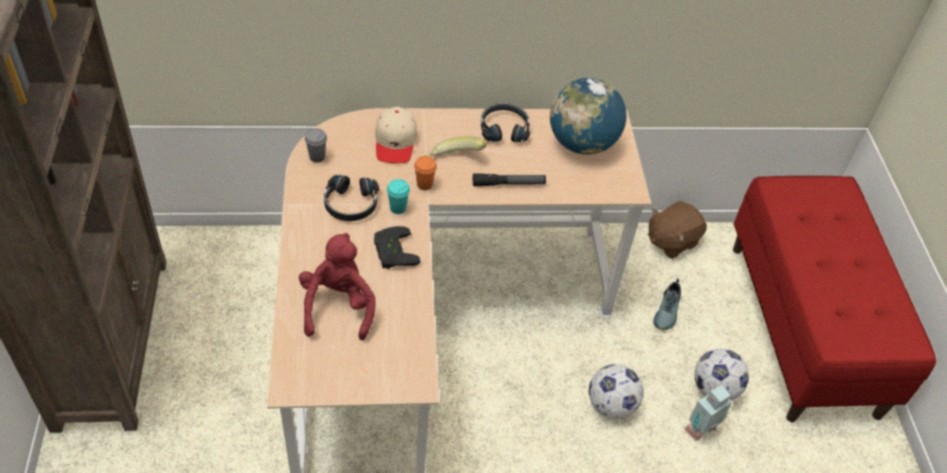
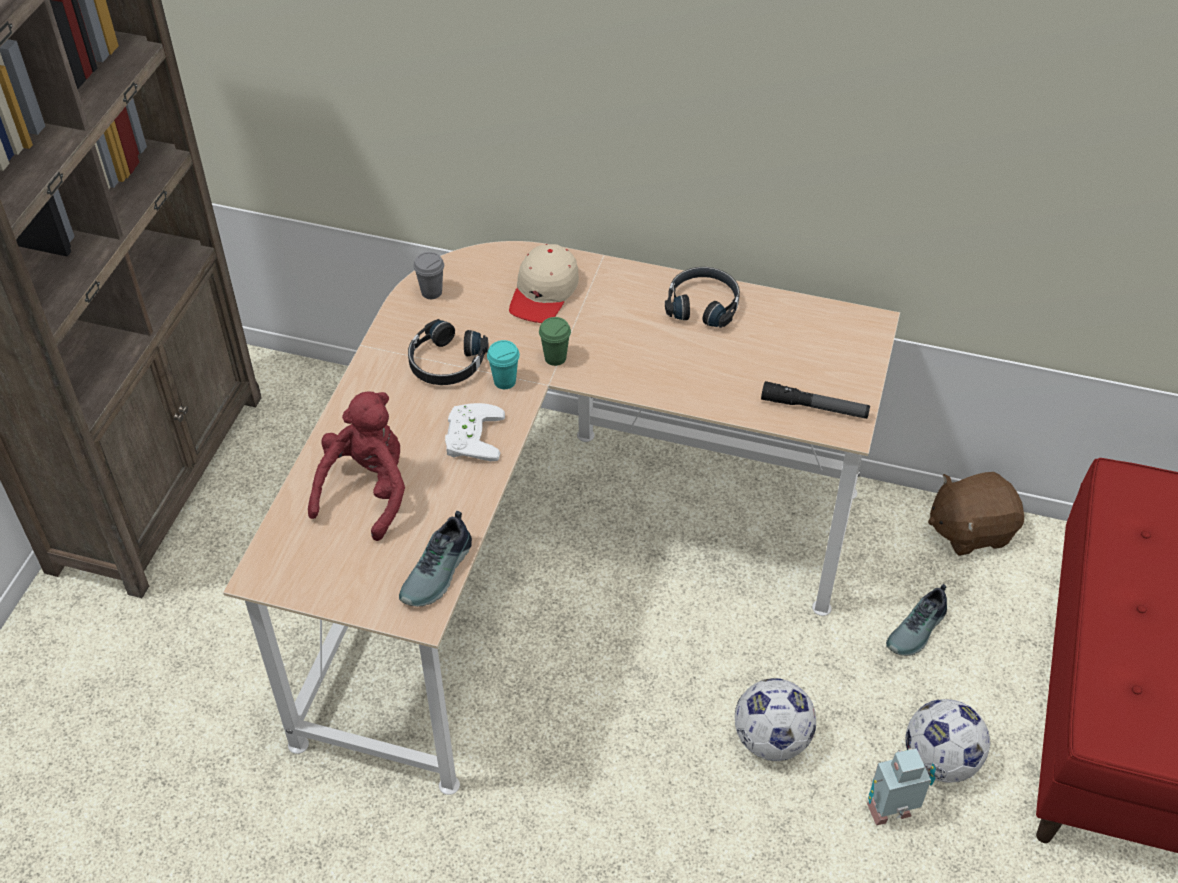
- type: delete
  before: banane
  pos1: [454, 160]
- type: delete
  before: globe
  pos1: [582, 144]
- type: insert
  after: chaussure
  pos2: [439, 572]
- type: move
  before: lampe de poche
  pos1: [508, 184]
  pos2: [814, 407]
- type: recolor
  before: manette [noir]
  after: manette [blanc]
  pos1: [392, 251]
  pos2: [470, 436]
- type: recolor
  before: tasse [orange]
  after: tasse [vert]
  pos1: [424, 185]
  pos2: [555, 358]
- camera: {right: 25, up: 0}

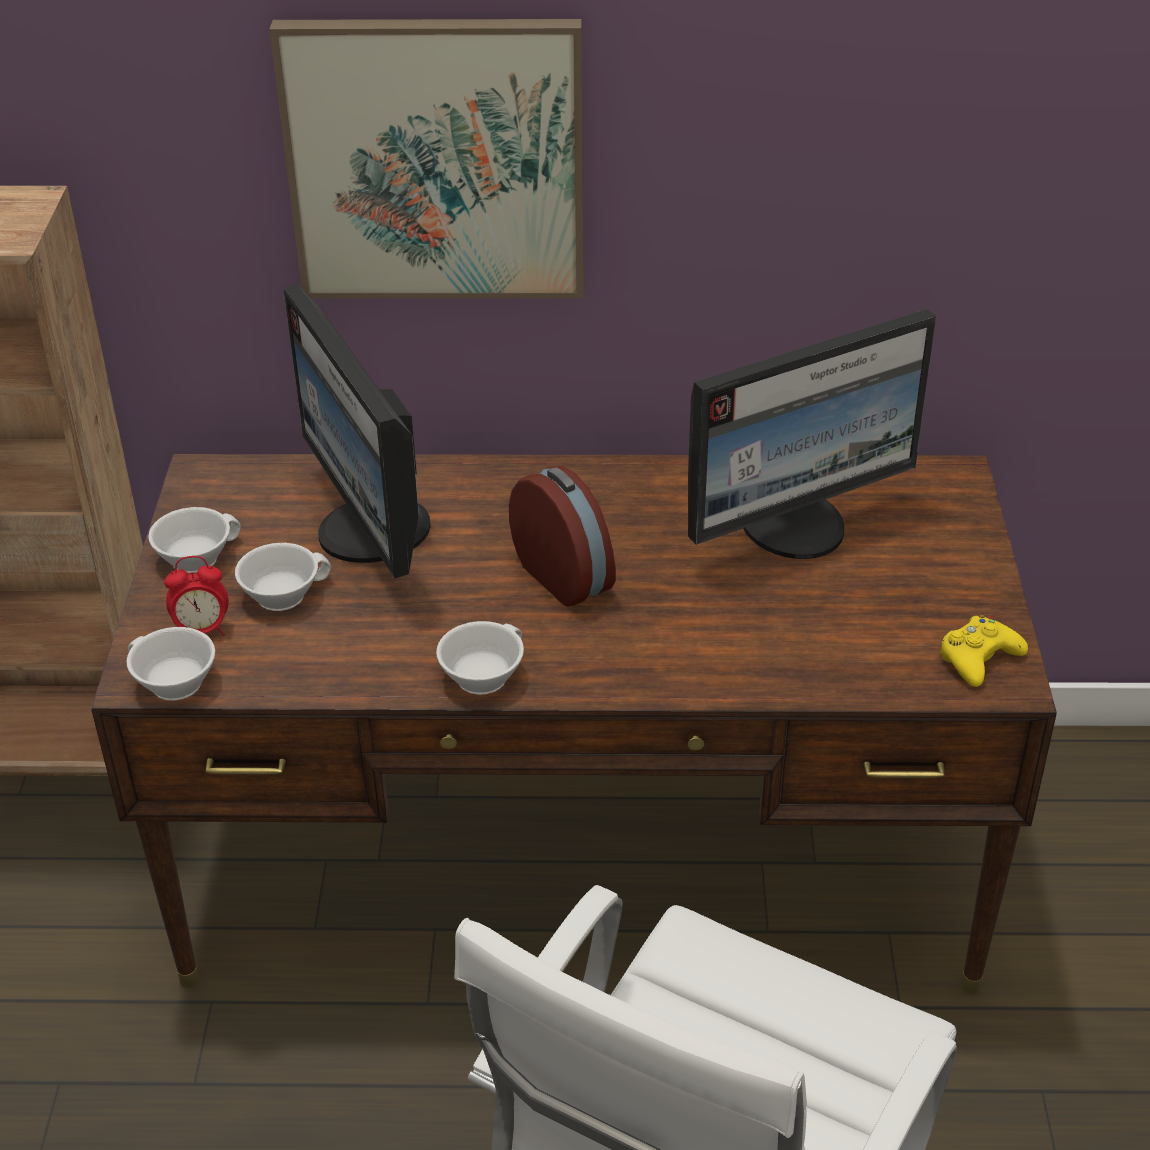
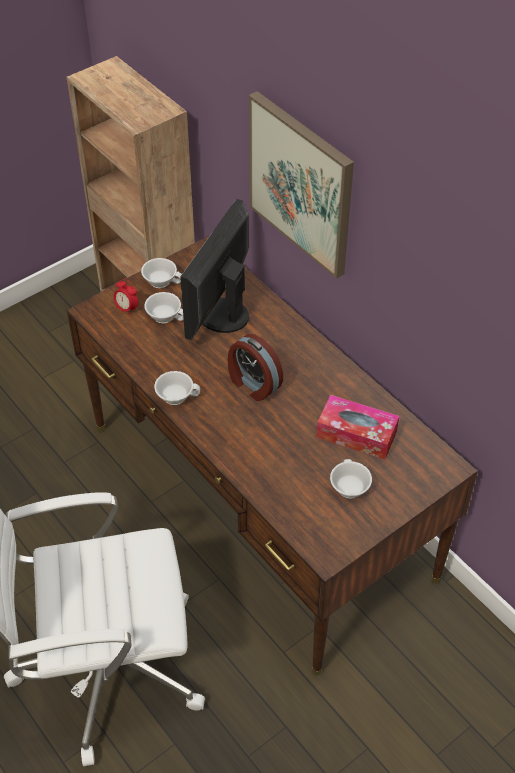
- type: delete
  before: manette [jaune]
  pos1: [978, 658]
- type: move
  before: tasse [blanc]
  pos1: [171, 684]
  pos2: [348, 487]
- type: replace
  before: écran d'ordinateur
  after: boîte à mouchoirs
  pos1: [796, 526]
  pos2: [356, 434]
- type: rotate
  before: réveil
  pos1: [566, 575]
  pos2: [253, 384]
  turn: 120
- camera: {right: 50, up: 10}

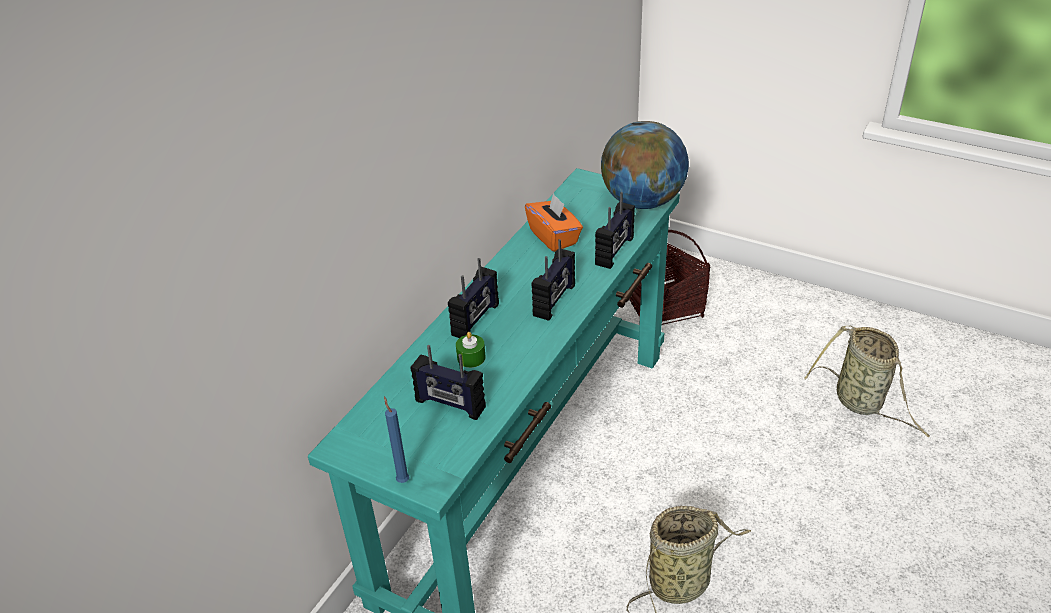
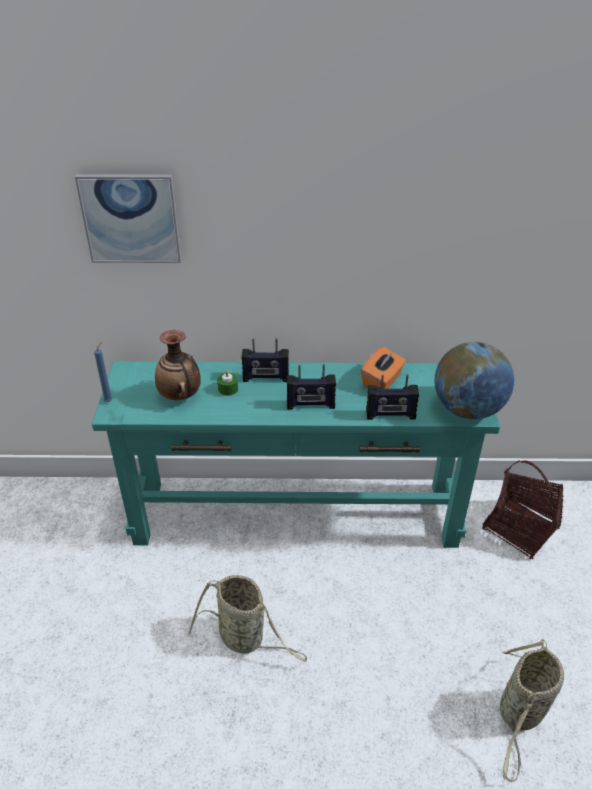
- type: insert
  after: tableau
  pos2: [131, 218]
- type: replace
  before: radio
  after: vase
  pos1: [450, 404]
  pos2: [180, 396]
- camera: {right: 60, up: 0}

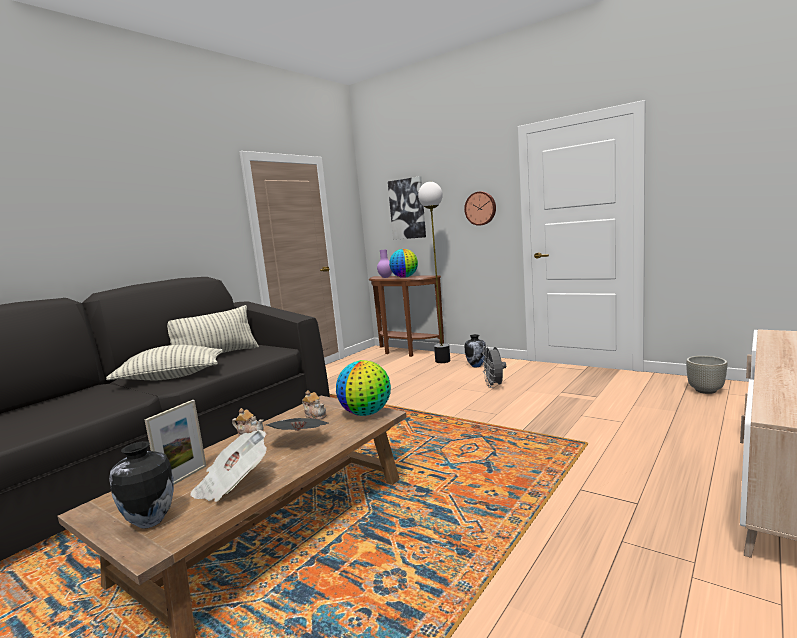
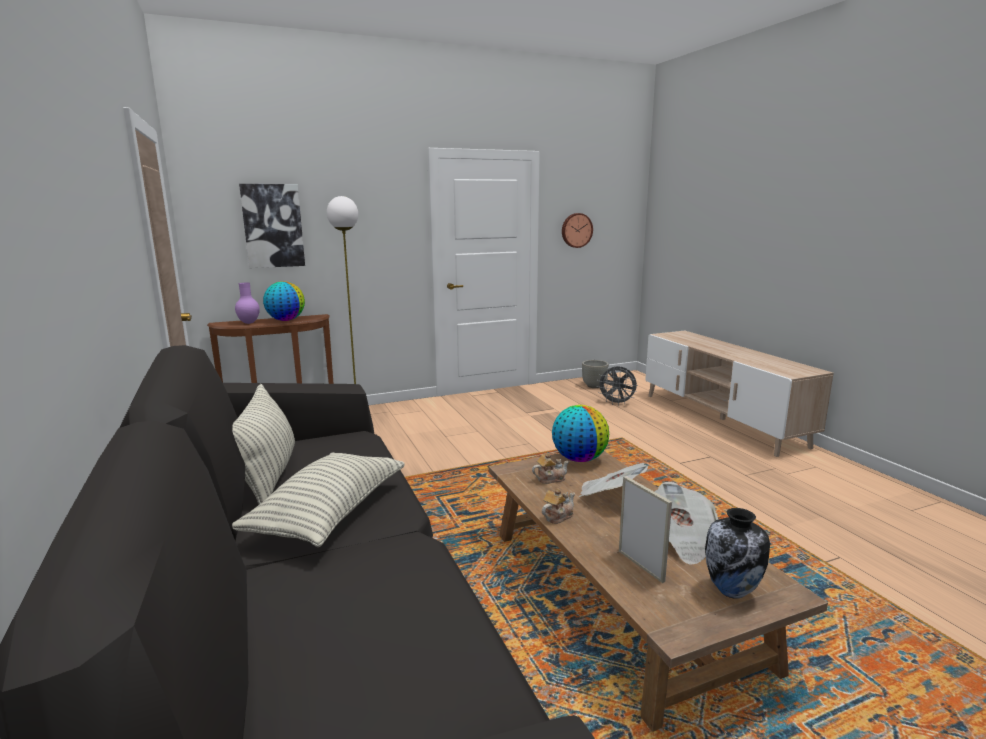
- type: delete
  before: vase
  pos1: [476, 366]
- type: move
  before: horloge murale
  pos1: [480, 208]
  pos2: [576, 230]
- type: move
  before: ventilateur [gris]
  pos1: [494, 386]
  pos2: [617, 403]
- camera: {right: -60, up: 5}

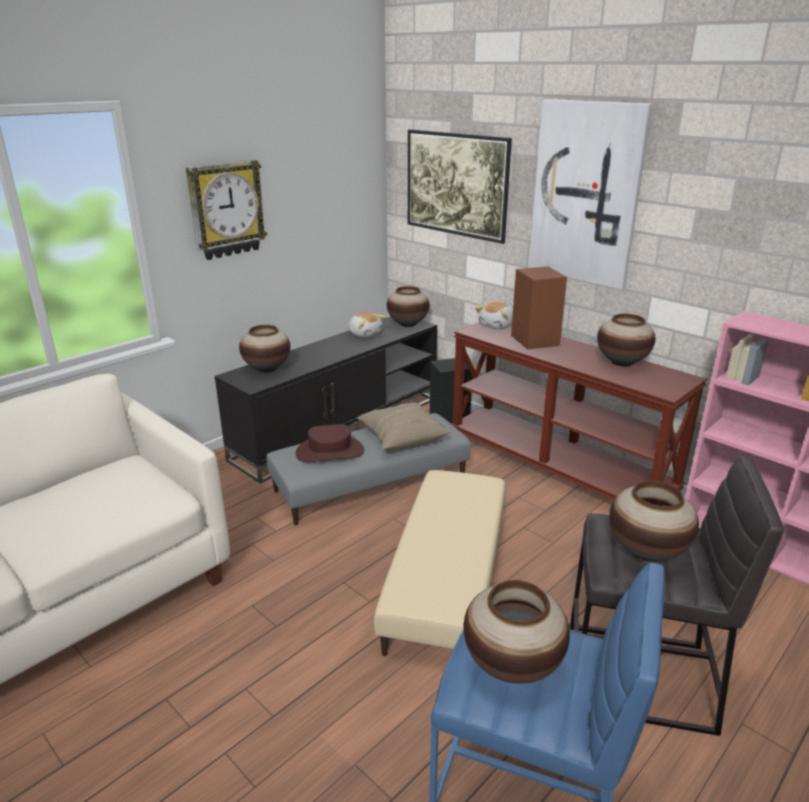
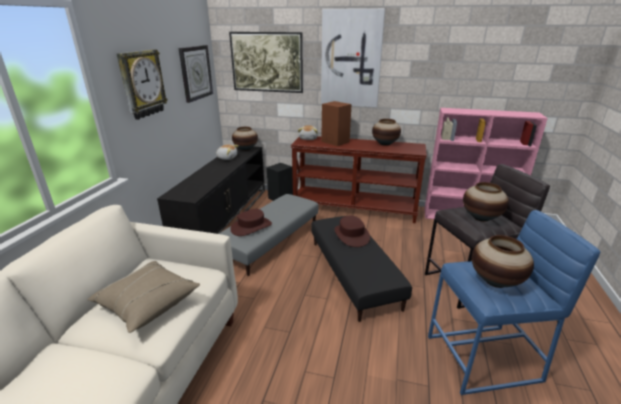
- type: delete
  before: vase
  pos1: [267, 368]
- type: insert
  after: horloge murale
  pos2: [195, 73]
- type: insert
  after: chapeau [marron]
  pos2: [351, 235]
- type: move
  before: coussin [beige]
  pos1: [402, 437]
  pos2: [147, 303]
- type: recolor
  before: pouf [beige]
  after: pouf [noir]
  pos1: [446, 578]
  pos2: [352, 273]
- camera: {right: -30, up: 0}

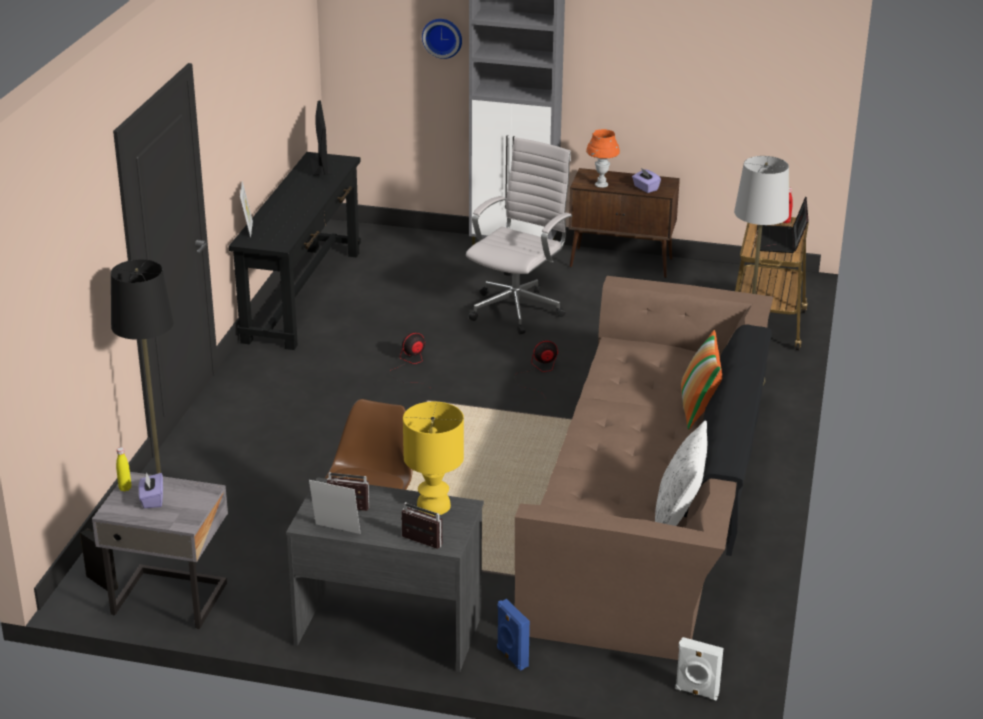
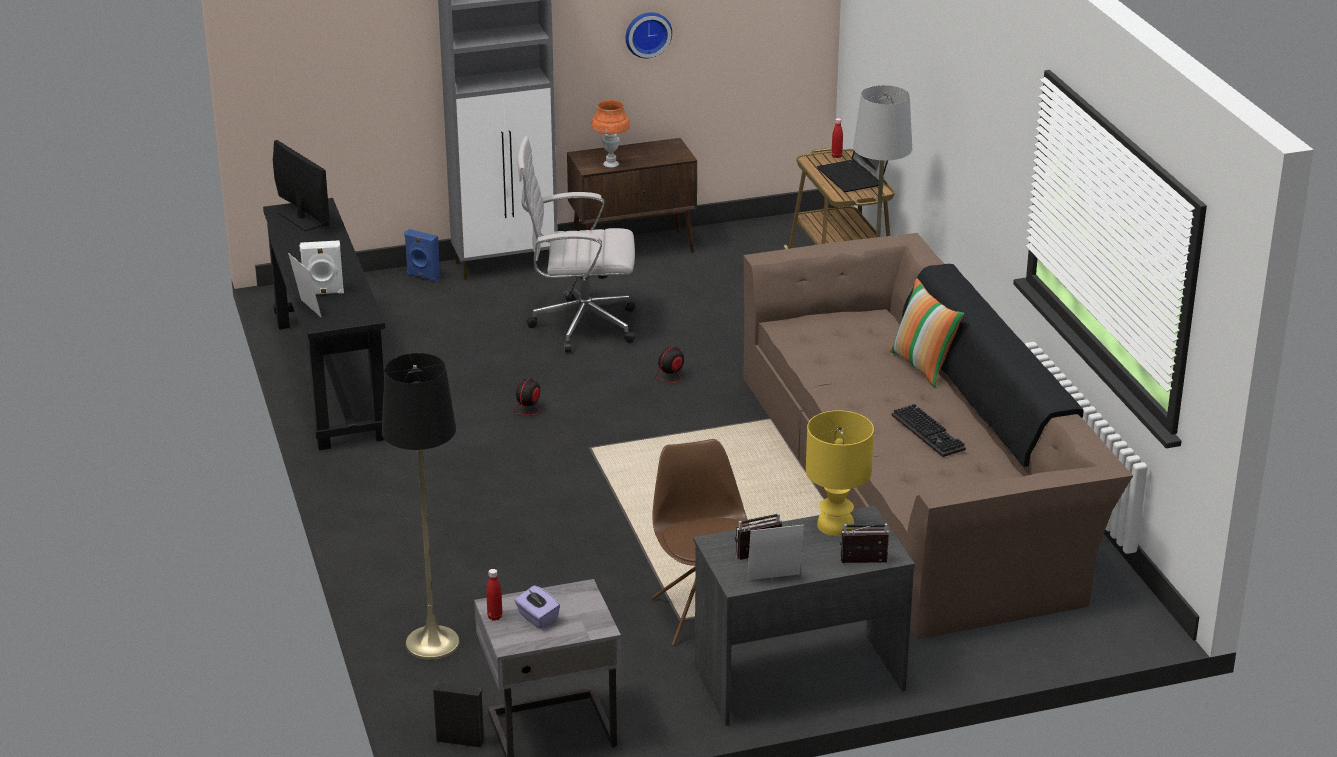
- type: delete
  before: boîte à mouchoirs [violet]
  pos1: [645, 188]
- type: delete
  before: coussin [blanc]
  pos1: [678, 518]
- type: insert
  after: clavier
  pos2: [930, 433]
- type: move
  before: horloge murale
  pos1: [442, 37]
  pos2: [647, 33]
- type: move
  before: enceinte [bleu]
  pos1: [511, 657]
  pos2: [423, 277]
- type: move
  before: enceinte [blanc]
  pos1: [696, 692]
  pos2: [323, 293]
- type: recolor
  before: bouteille [jaune]
  after: bouteille [rouge]
  pos1: [125, 488]
  pos2: [495, 617]
- type: rotate
  before: chaise de bureau [blanc]
  pos1: [518, 308]
  pos2: [579, 326]
  turn: -90
- camera: {right: -30, up: 0}

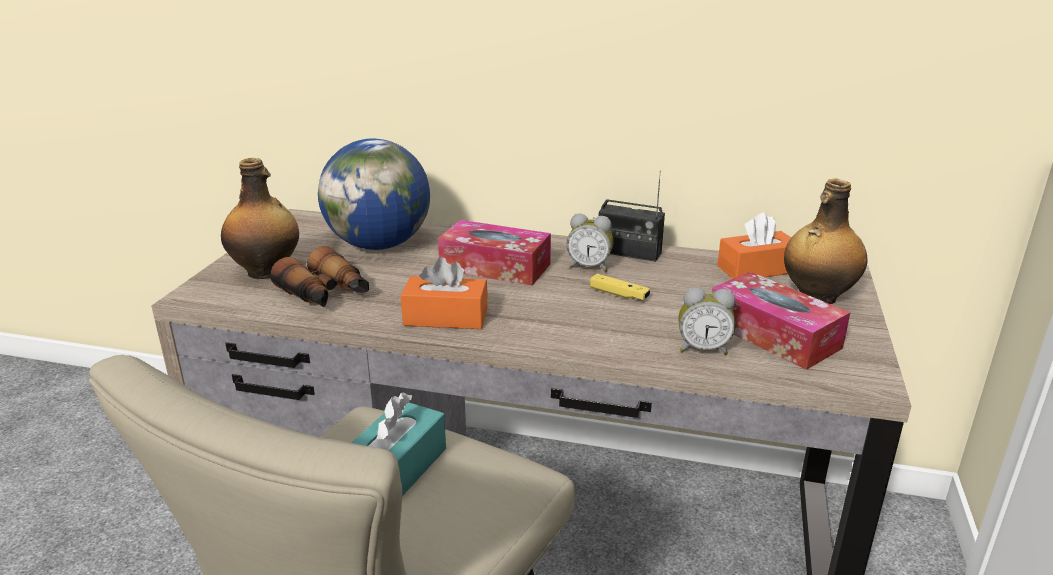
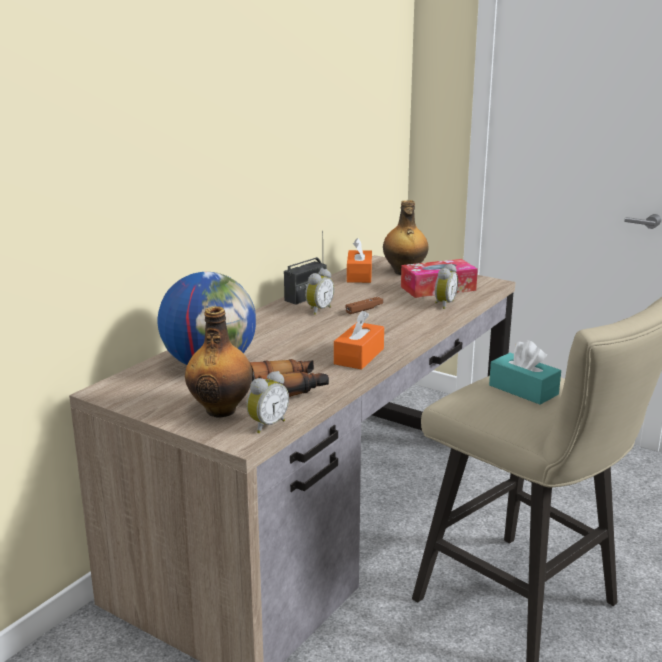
- type: delete
  before: boîte à mouchoirs
  pos1: [495, 266]
- type: insert
  after: réveil
  pos2: [266, 425]
- type: recolor
  before: manette [jaune]
  after: manette [marron]
  pos1: [619, 294]
  pos2: [364, 309]
- camera: {right: -70, up: -5}

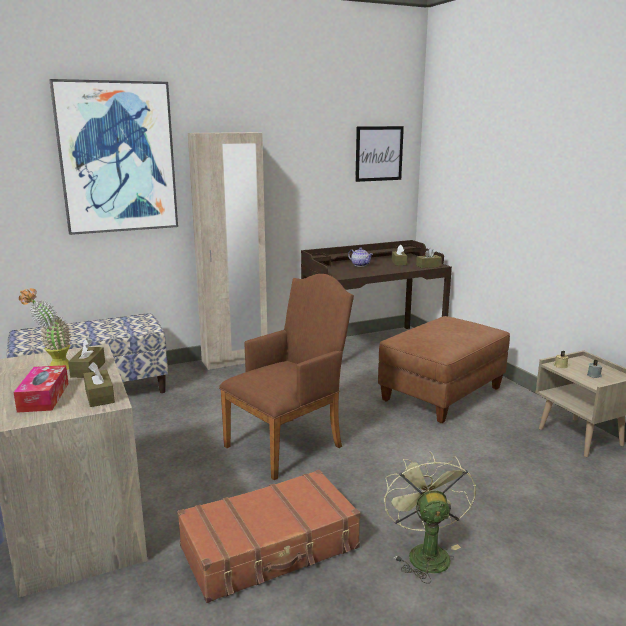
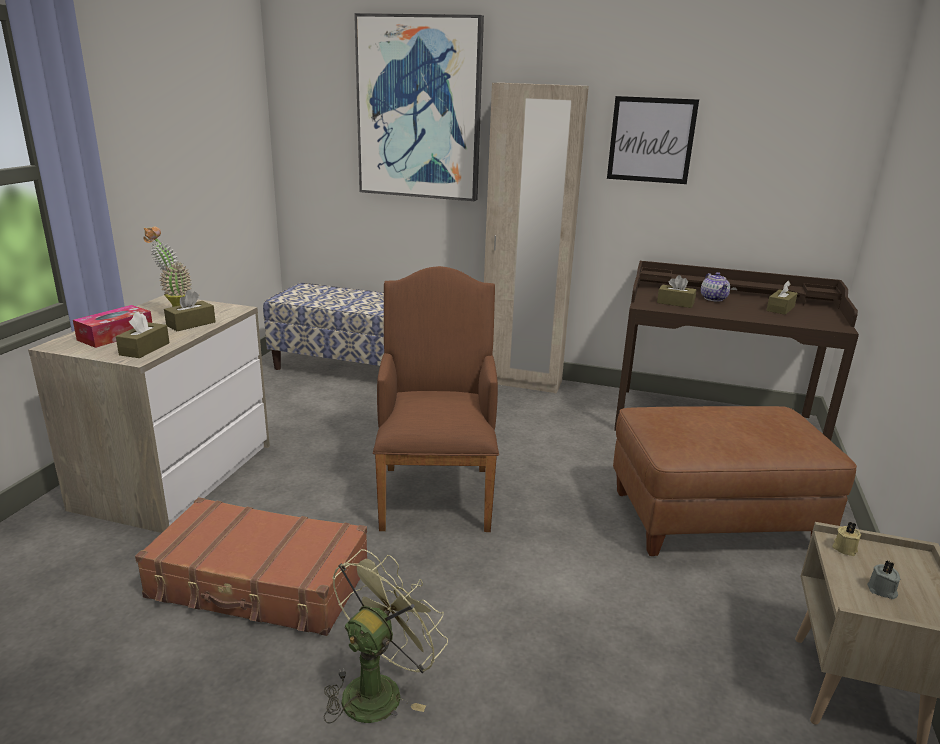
- type: move
  before: tableau
  pos1: [379, 153]
  pos2: [651, 140]
- type: move
  before: boîte à mouchoirs [marron]
  pos1: [428, 266]
  pos2: [675, 303]
- type: rotate
  before: fauteuil [marron]
  pos1: [289, 444]
  pos2: [436, 492]
  turn: -90
- camera: {right: 40, up: 5}

